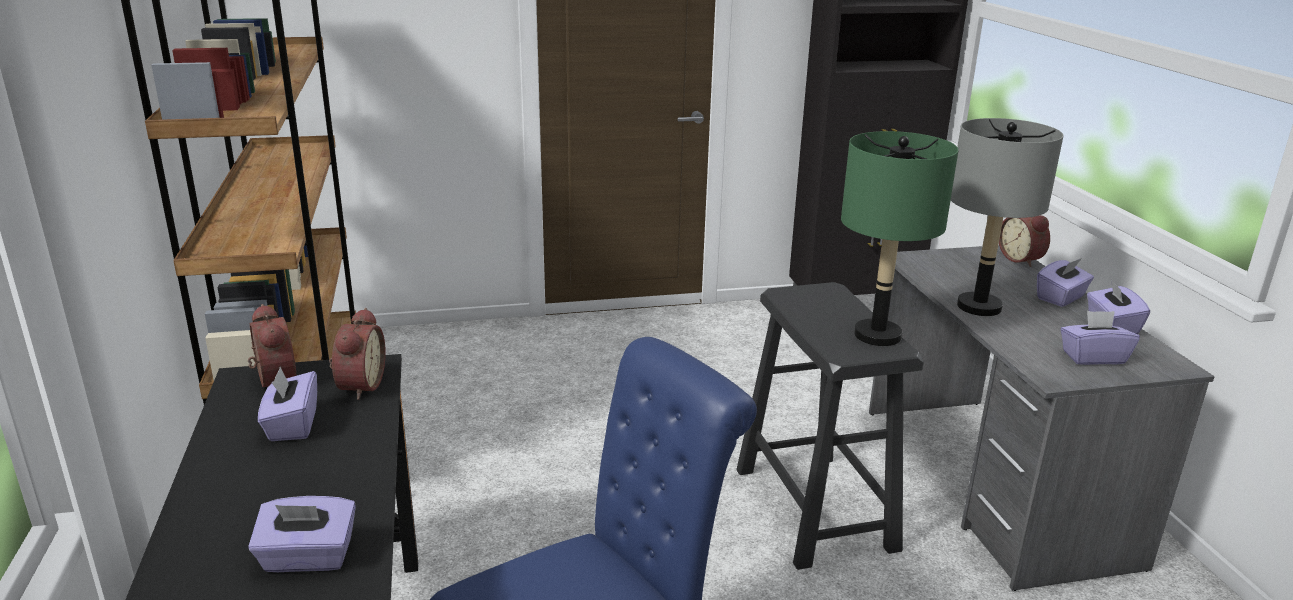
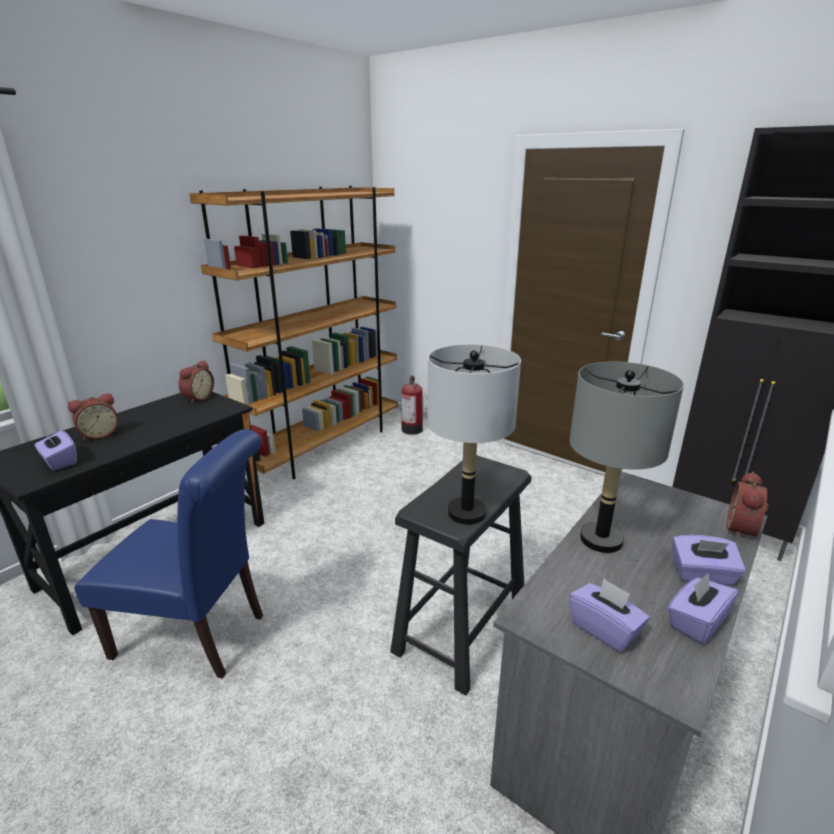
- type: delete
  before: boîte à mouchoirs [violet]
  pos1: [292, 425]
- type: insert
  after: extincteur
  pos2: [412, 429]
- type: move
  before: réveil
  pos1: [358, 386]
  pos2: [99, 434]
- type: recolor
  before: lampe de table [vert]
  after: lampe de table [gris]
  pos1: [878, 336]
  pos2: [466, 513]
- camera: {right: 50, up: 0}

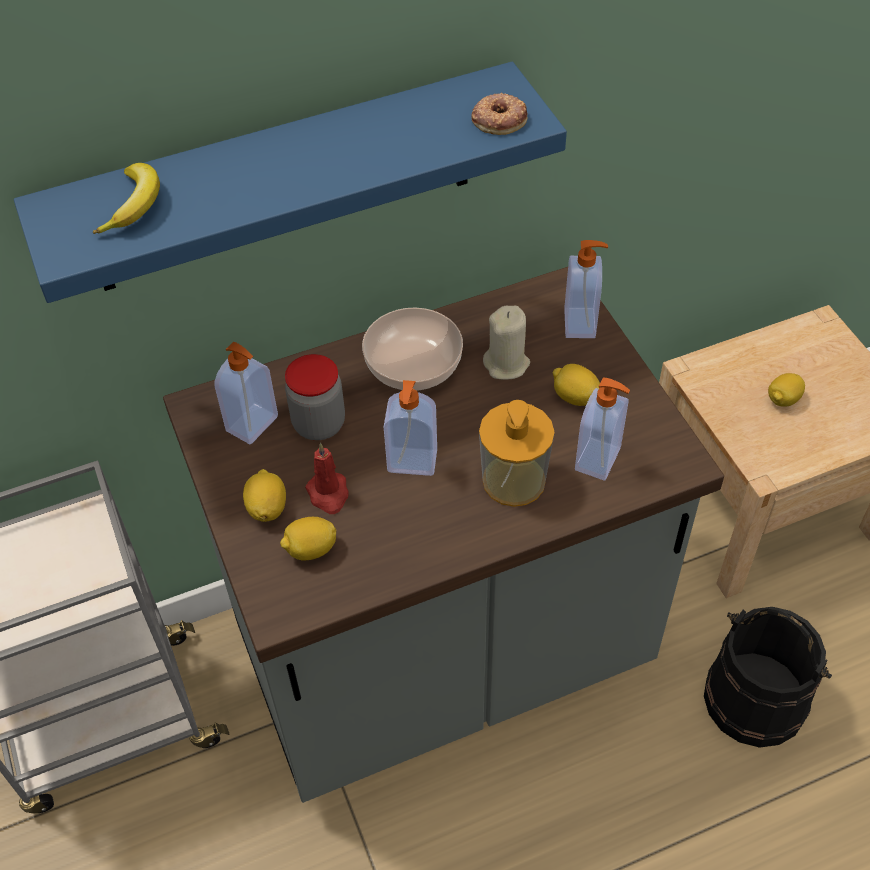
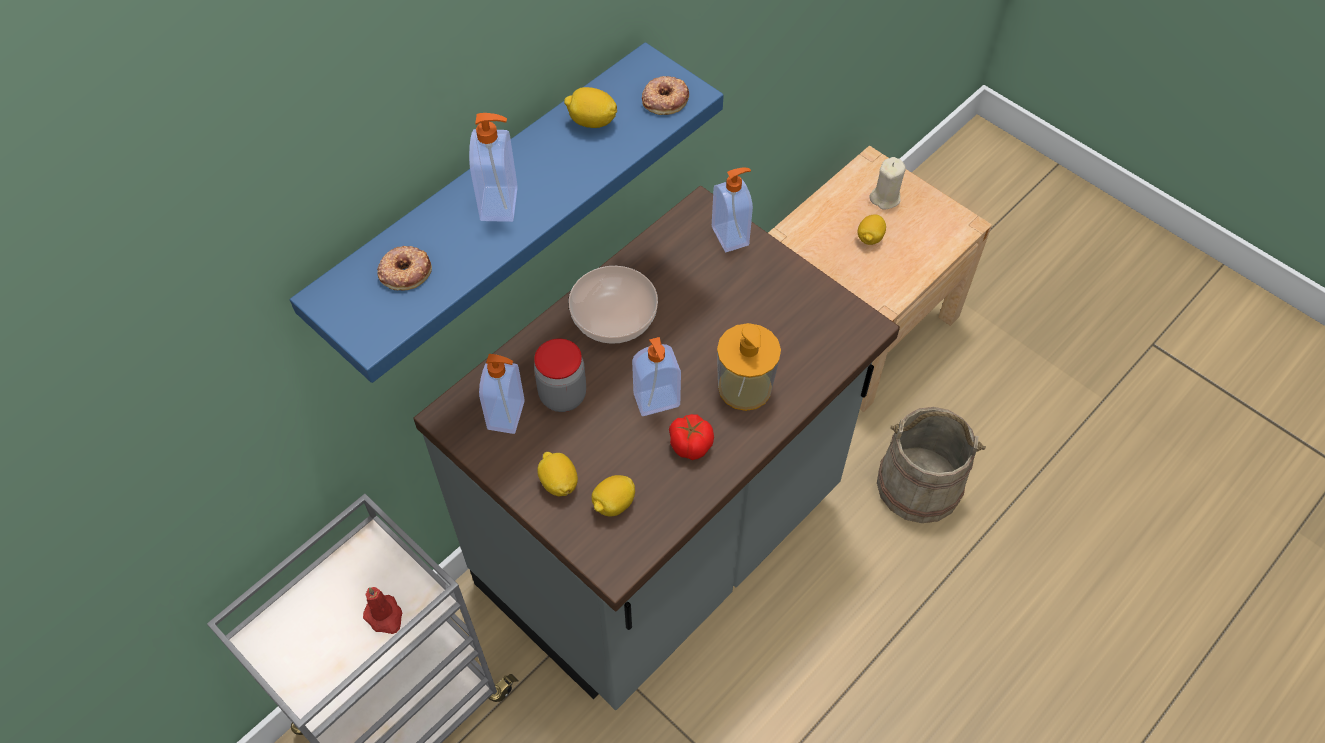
- type: insert
  after: tomate
  pos2: [690, 445]
- type: move
  before: bougie [rouge]
  pos1: [328, 494]
  pos2: [385, 616]
- type: move
  before: bougie [beige]
  pos1: [506, 364]
  pos2: [885, 198]
- type: move
  before: citron
  pos1: [575, 397]
  pos2: [592, 121]
- type: move
  before: distributeur de savon
  pos1: [599, 460]
  pos2: [501, 204]
- type: replace
  before: banane
  after: beignet
  pos1: [135, 205]
  pos2: [405, 271]
- type: recolor
  before: seau [noir]
  after: seau [beige]
  pos1: [754, 699]
  pos2: [918, 485]
- camera: {right: -25, up: 5}

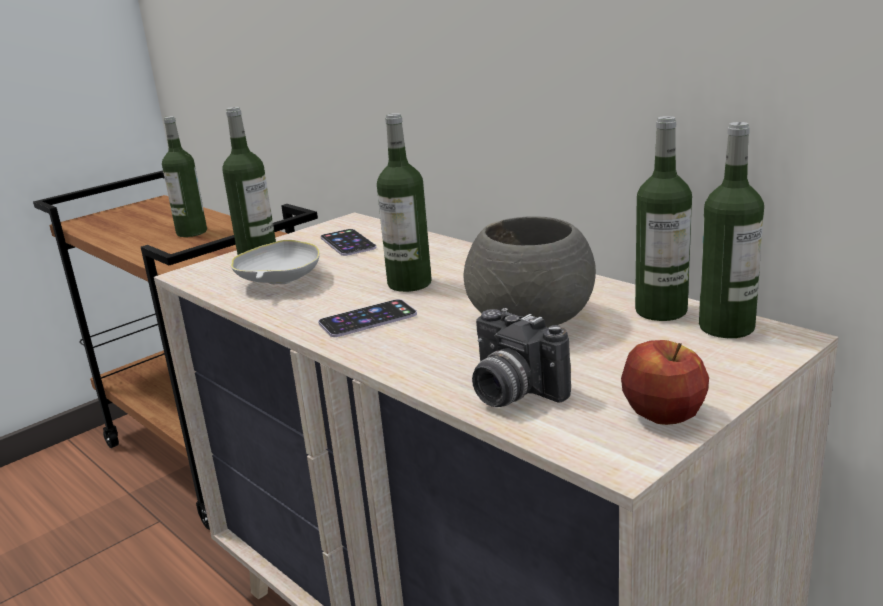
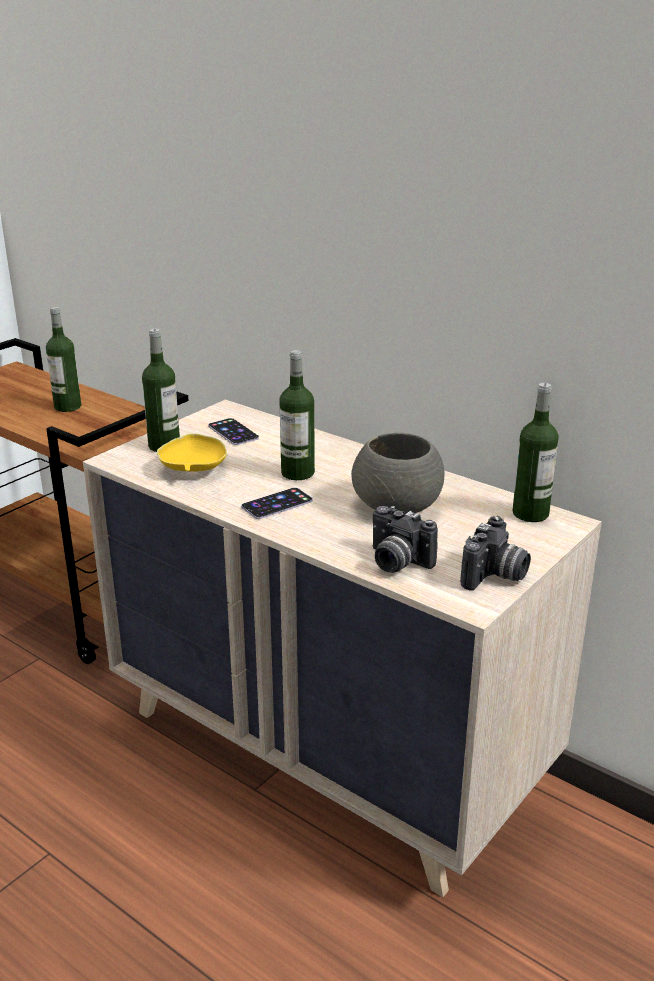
- type: delete
  before: bouteille
  pos1: [661, 311]
- type: replace
  before: pomme
  after: appareil photo
  pos1: [662, 414]
  pos2: [495, 576]
- type: recolor
  before: bol [blanc]
  after: bol [jaune]
  pos1: [280, 282]
  pos2: [193, 469]
- camera: {right: -10, up: 5}

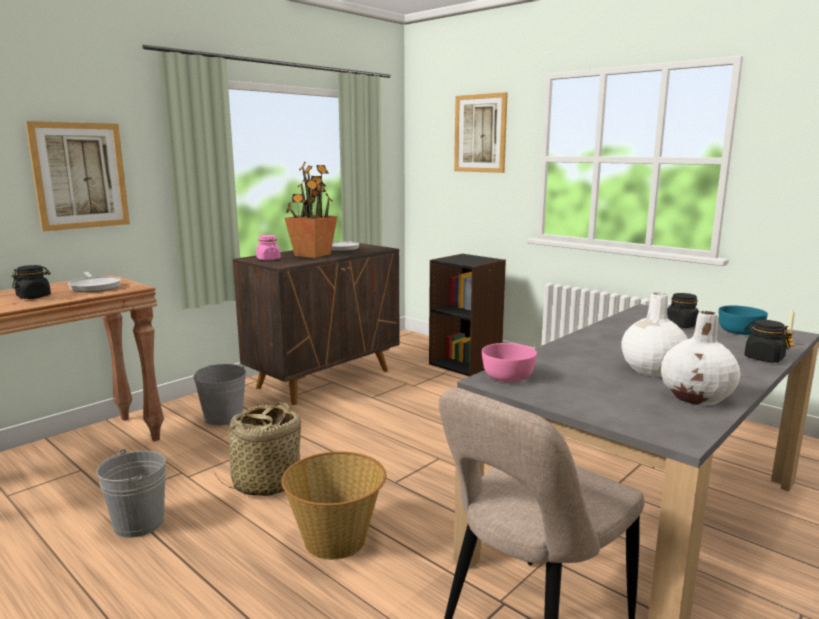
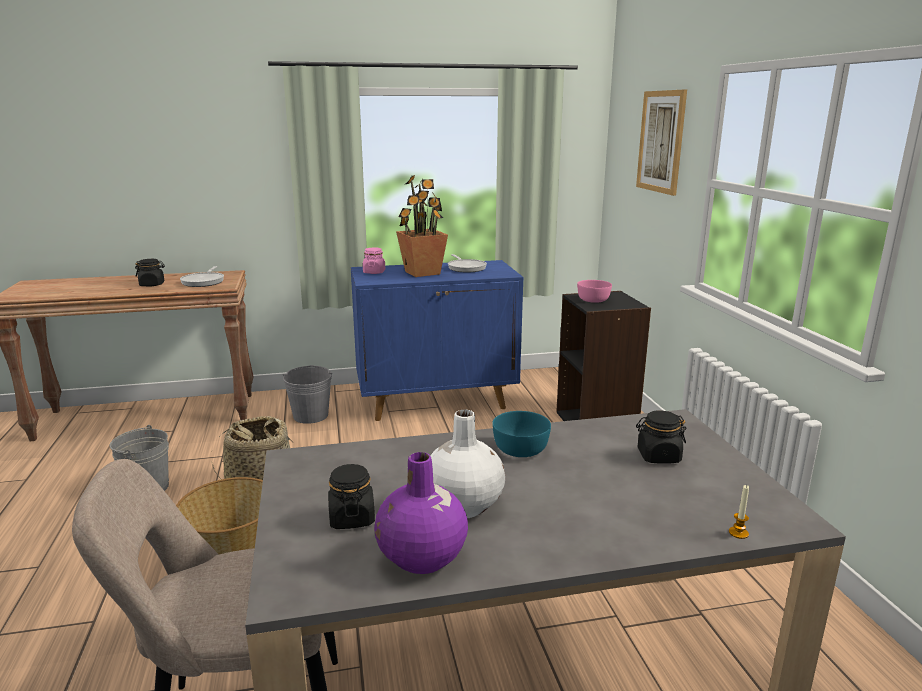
- type: delete
  before: tableau
  pos1: [80, 176]
- type: move
  before: bol [rose]
  pos1: [507, 376]
  pos2: [592, 300]
- type: move
  before: bol [turquoise]
  pos1: [740, 331]
  pos2: [521, 449]
- type: move
  before: bocal [noir]
  pos1: [763, 358]
  pos2: [352, 518]
- type: recolor
  before: meuble de rangement [marron]
  after: meuble de rangement [bleu]
  pos1: [325, 378]
  pos2: [437, 401]
- type: recolor
  before: vase [blanc]
  after: vase [violet]
  pos1: [697, 397]
  pos2: [422, 557]
- camera: {right: 35, up: 5}

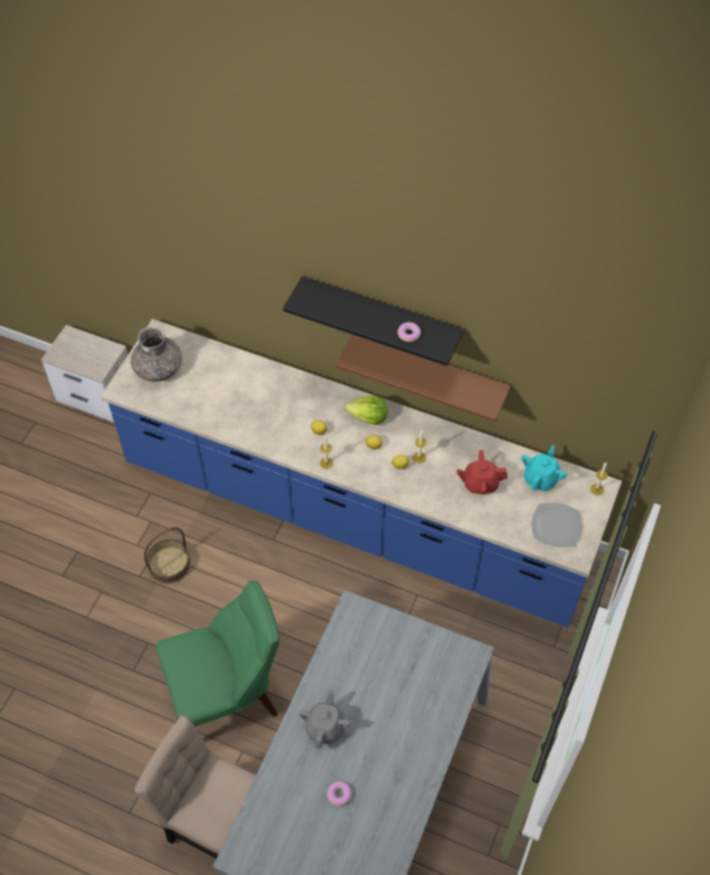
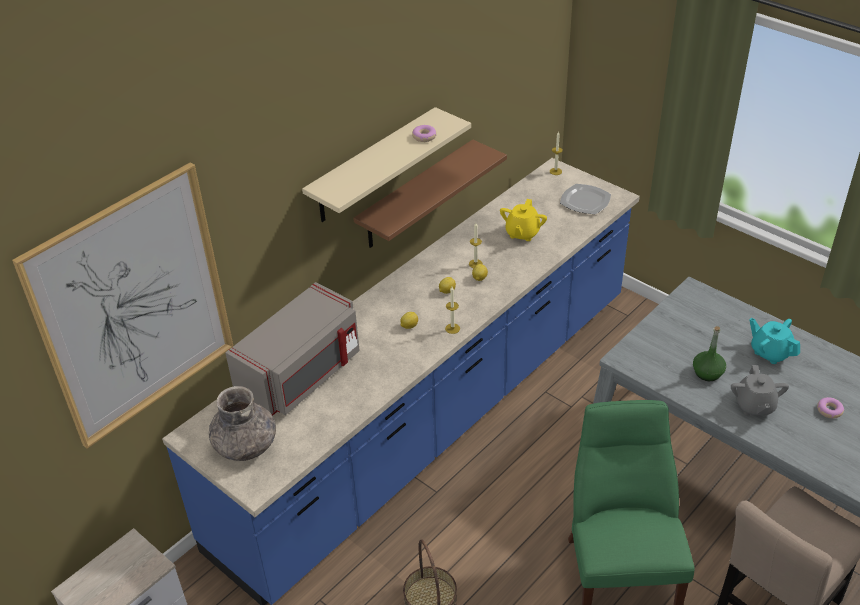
- type: delete
  before: laitue
  pos1: [368, 417]
- type: insert
  after: tableau
  pos2: [135, 307]
- type: insert
  after: micro-ondes [gris]
  pos2: [302, 374]
- type: insert
  after: bouteille [vert]
  pos2: [707, 373]
- type: move
  before: théière [turquoise]
  pos1: [541, 478]
  pos2: [770, 352]
- type: recolor
  before: étagère [noir]
  after: étagère [beige]
  pos1: [381, 316]
  pos2: [373, 166]
- type: recolor
  before: théière [rouge]
  after: théière [jaune]
  pos1: [480, 483]
  pos2: [522, 233]
- type: rotate
  before: théière [gris]
  pos1: [325, 727]
  pos2: [754, 406]
  turn: -120
- camera: {right: -70, up: -15}

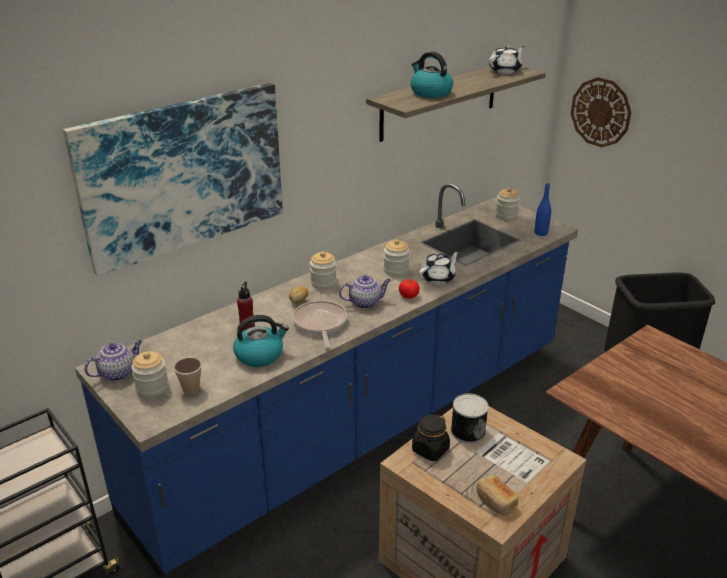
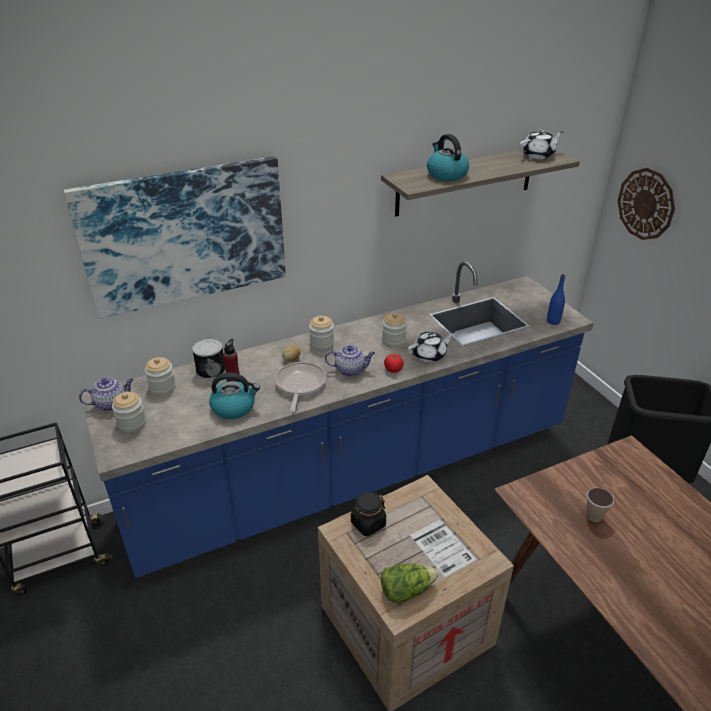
- type: move
  before: tasse
  pos1: [191, 389]
  pos2: [594, 516]
- type: move
  before: boîte métallique
  pos1: [467, 431]
  pos2: [211, 370]
- type: move
  before: bocal
  pos1: [506, 215]
  pos2: [162, 387]
- type: replace
  before: pain
  after: laitue
  pos1: [495, 501]
  pos2: [406, 590]
- camera: {right: 15, up: 5}

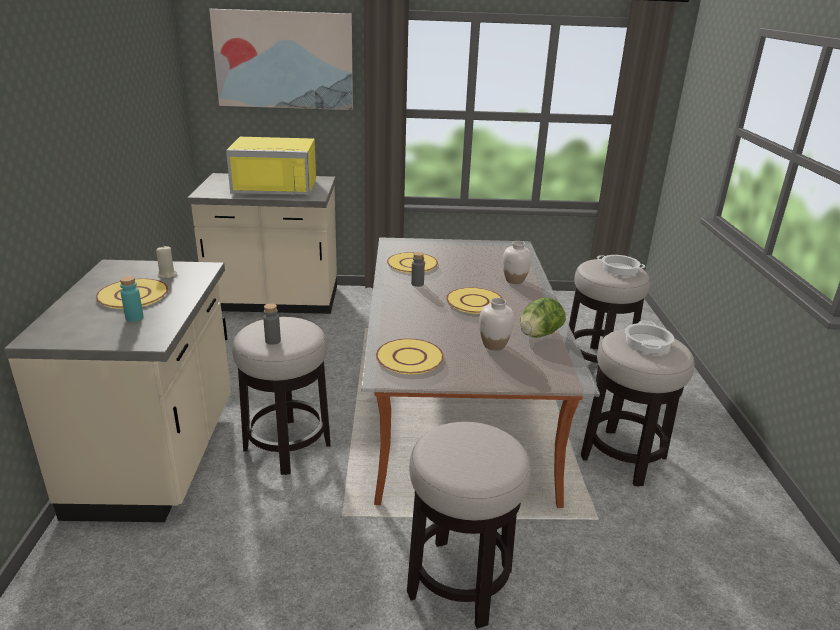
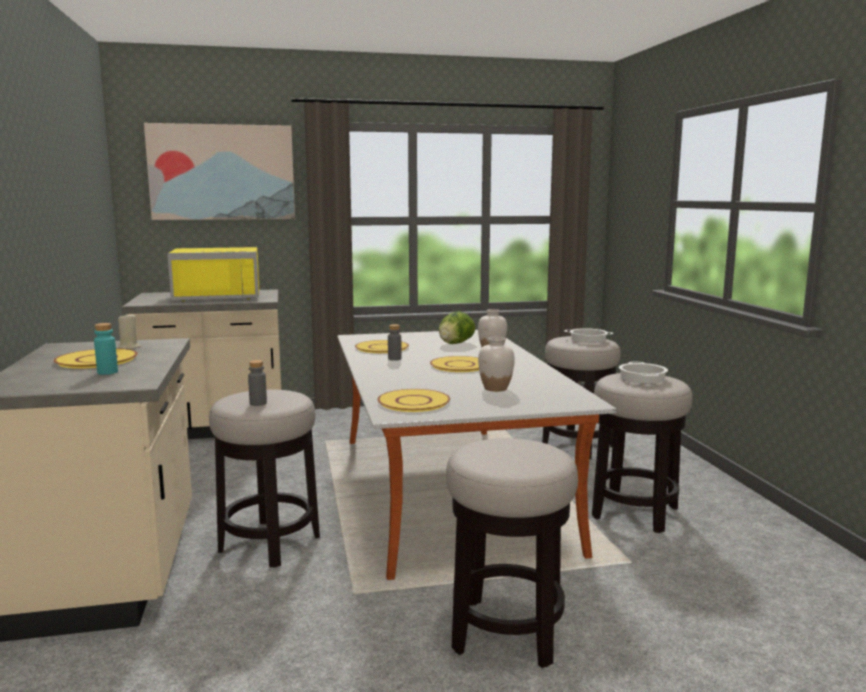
- type: move
  before: laitue
  pos1: [539, 335]
  pos2: [455, 343]
- camera: {right: -10, up: -15}

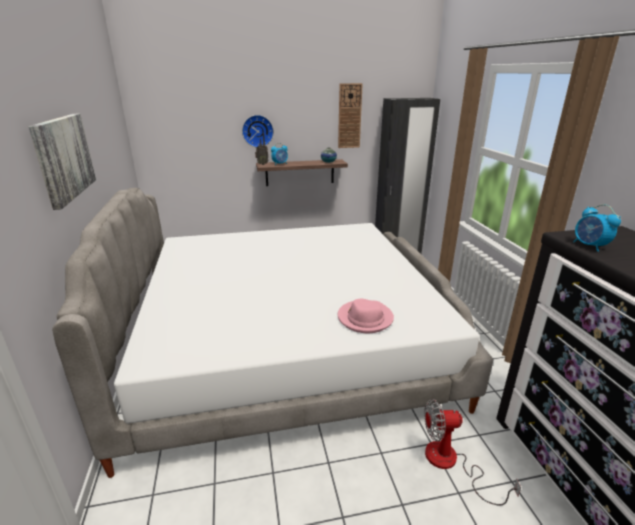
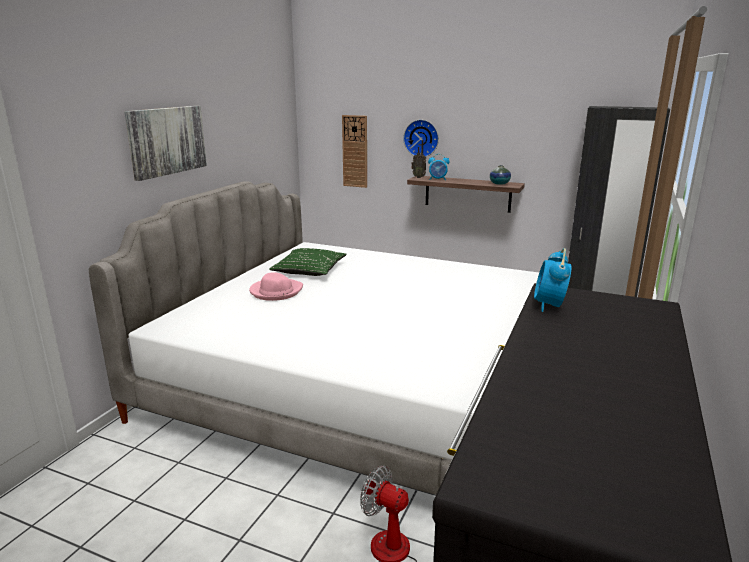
- type: insert
  after: coussin [vert]
  pos2: [309, 270]
- type: move
  before: horloge murale
  pos1: [349, 116]
  pos2: [355, 151]
- type: move
  before: chapeau [rose]
  pos1: [365, 318]
  pos2: [276, 291]
- camera: {right: 35, up: -5}

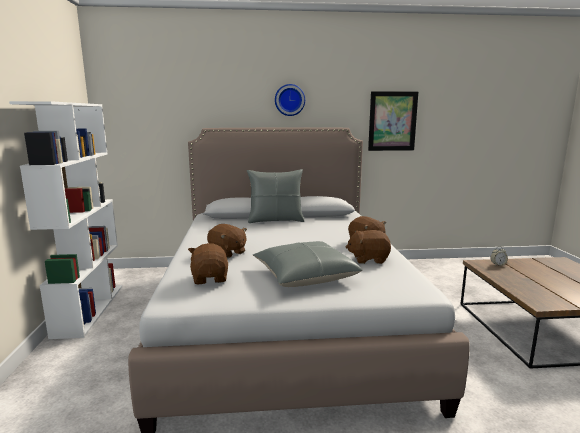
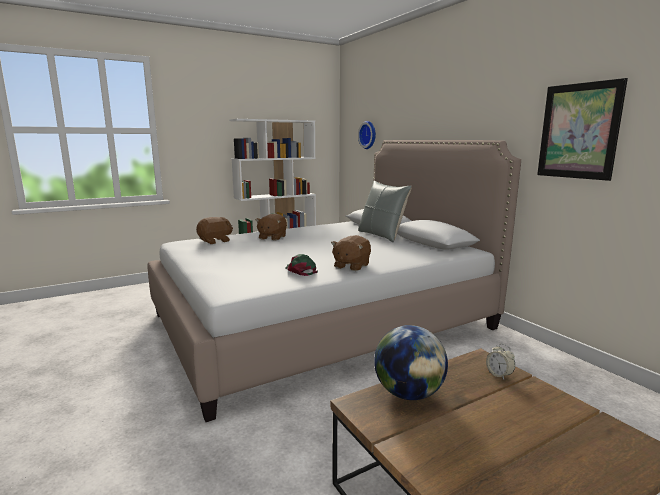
- type: delete
  before: coussin [gris]
  pos1: [304, 276]
- type: insert
  after: globe
  pos2: [408, 393]
- type: move
  before: horloge murale
  pos1: [289, 100]
  pos2: [369, 135]
- type: replace
  before: peluche [marron]
  after: casquette [vert]
  pos1: [368, 259]
  pos2: [300, 270]
- camera: {right: 65, up: 0}

